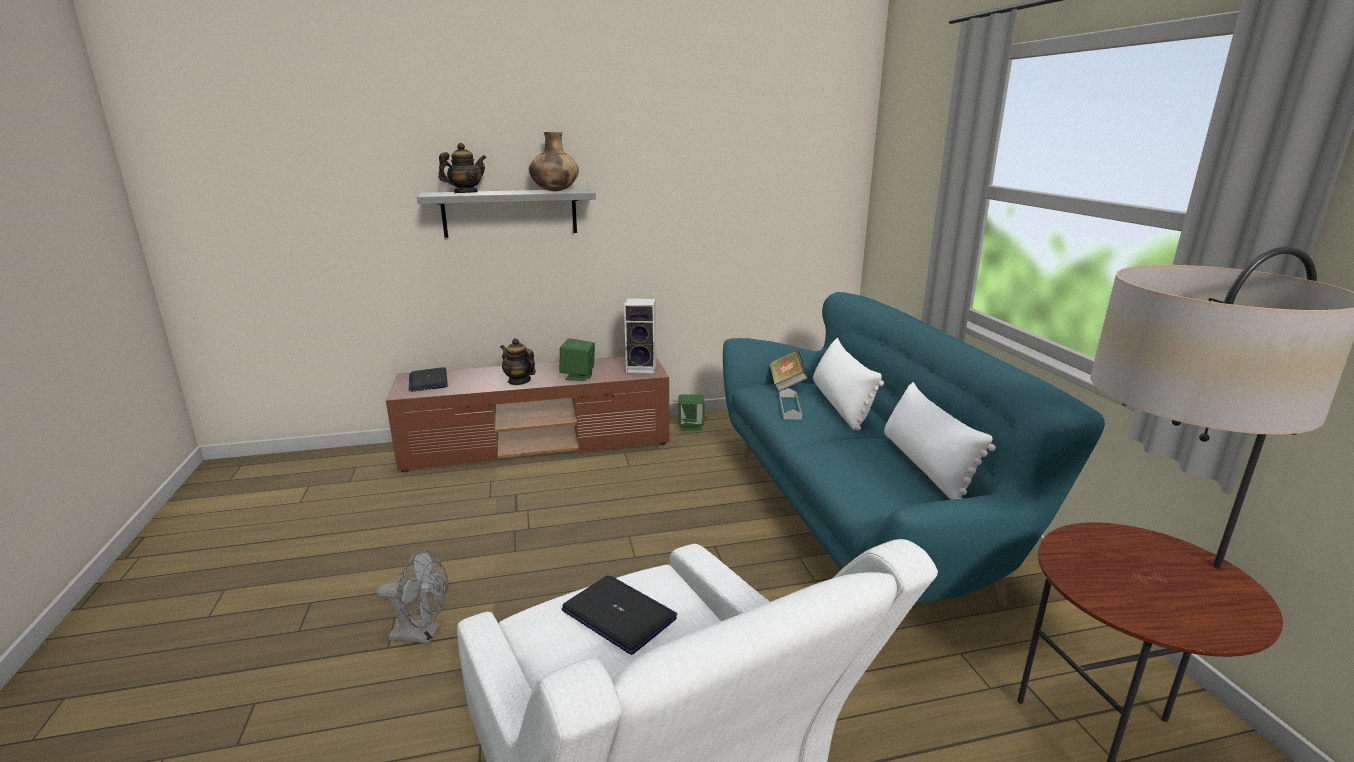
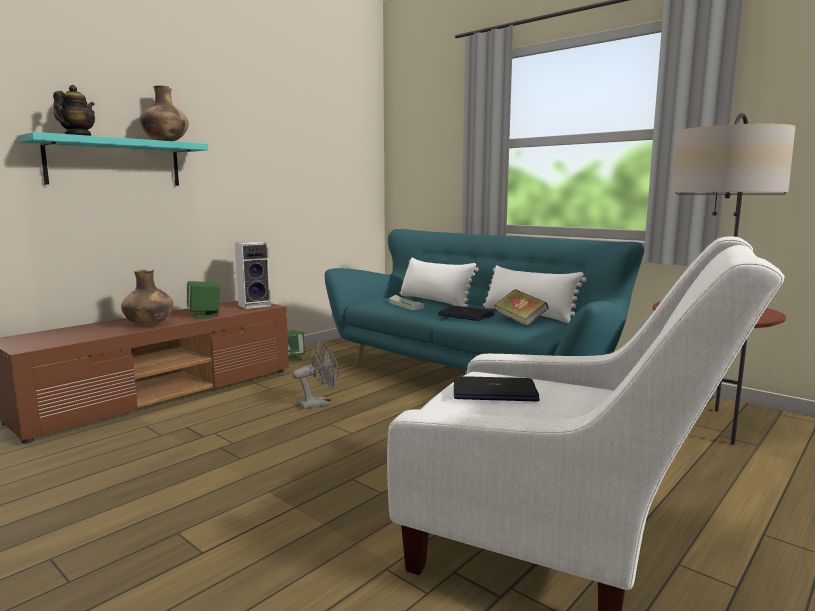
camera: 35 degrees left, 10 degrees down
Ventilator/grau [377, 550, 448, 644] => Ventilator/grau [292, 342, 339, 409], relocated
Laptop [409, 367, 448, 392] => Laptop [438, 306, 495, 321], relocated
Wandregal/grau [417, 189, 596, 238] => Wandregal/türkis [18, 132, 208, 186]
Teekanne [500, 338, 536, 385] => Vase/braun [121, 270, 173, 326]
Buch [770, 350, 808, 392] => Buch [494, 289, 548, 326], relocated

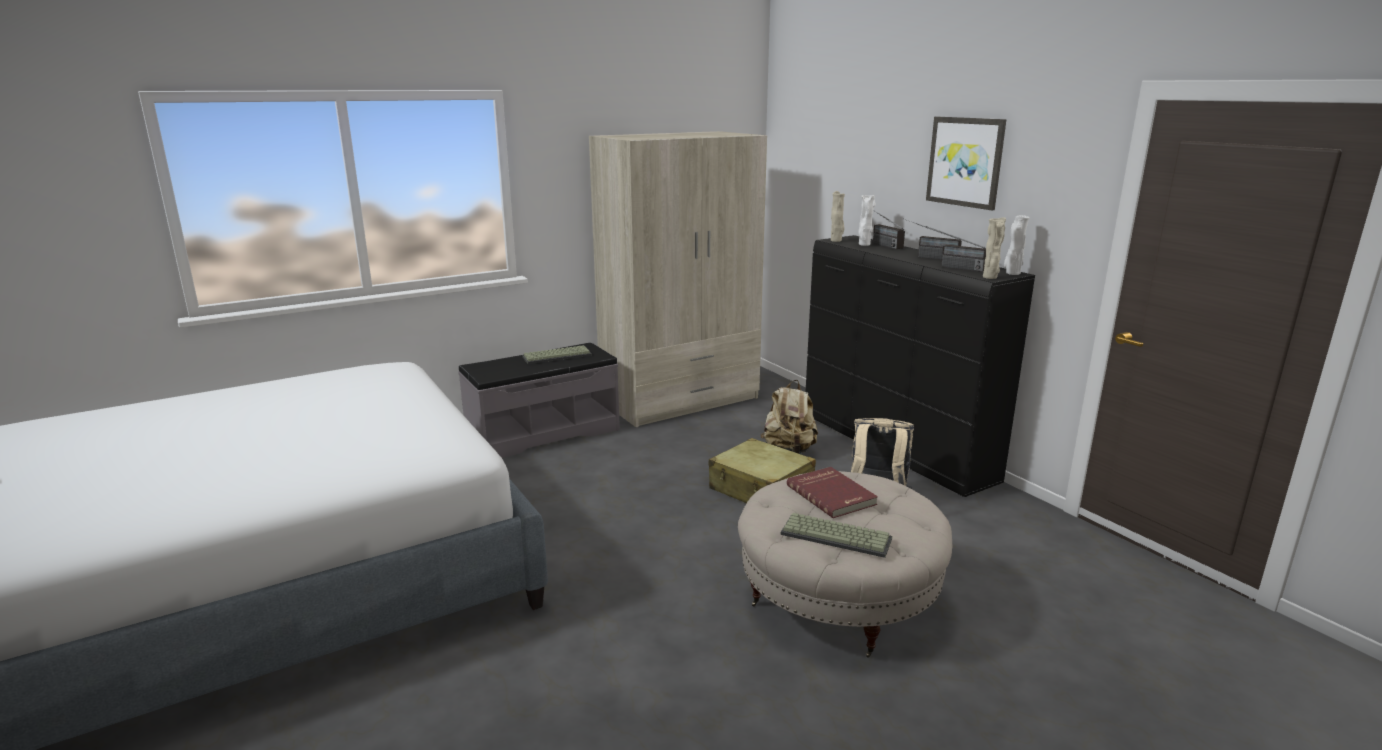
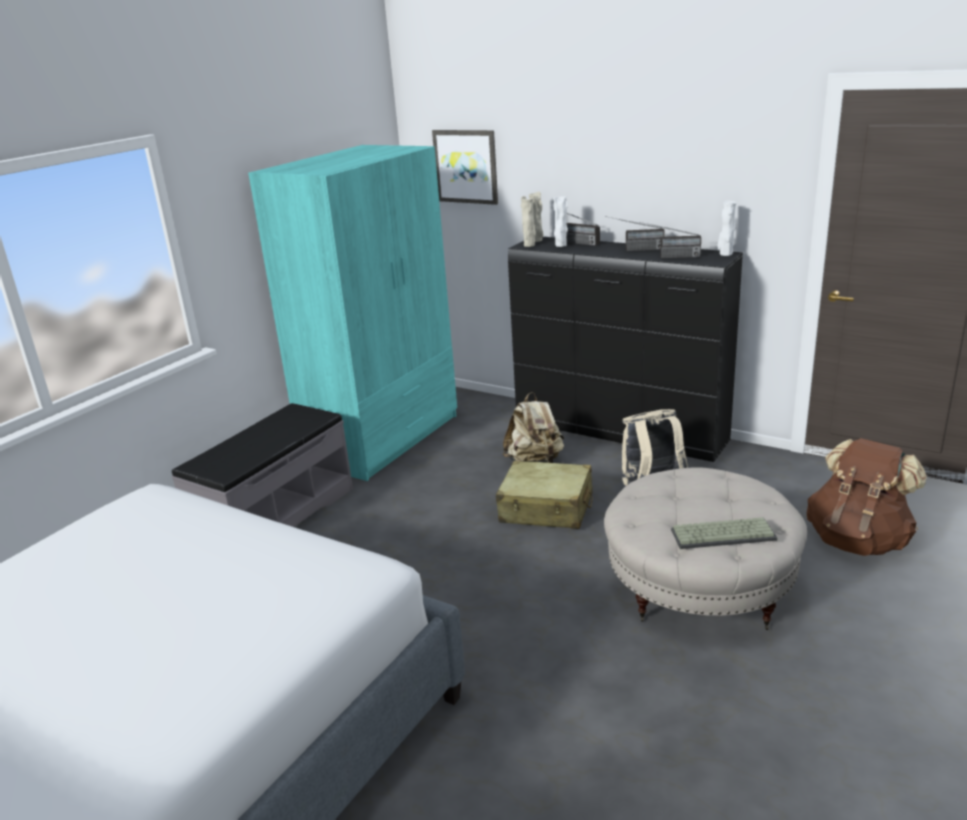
camera: 25 degrees left, 5 degrees up
Tastatur [522, 345, 592, 364] => nothing
Kleiderschrank/beige [589, 131, 767, 427] => Kleiderschrank/türkis [248, 145, 457, 481]
Buch/rot [787, 467, 878, 518] => nothing
Bild [926, 117, 1006, 211] => Bild [432, 130, 498, 205], relocated
Vase/beige [983, 217, 1006, 279] => Vase/beige [529, 192, 544, 242], relocated
nothing => Rucksack/braun [807, 438, 927, 556]

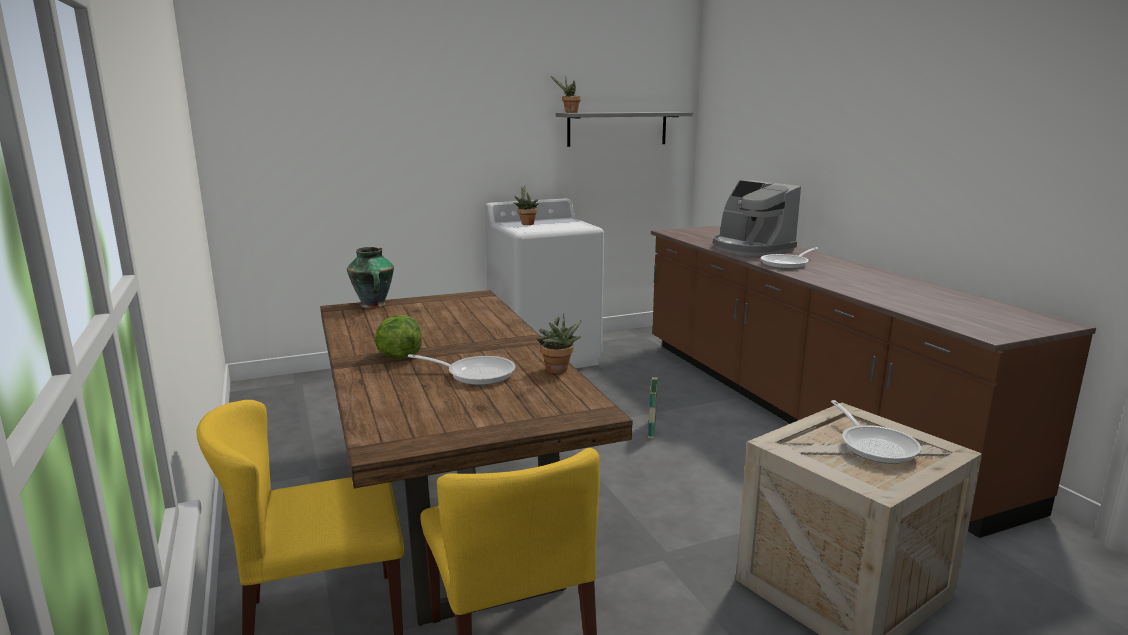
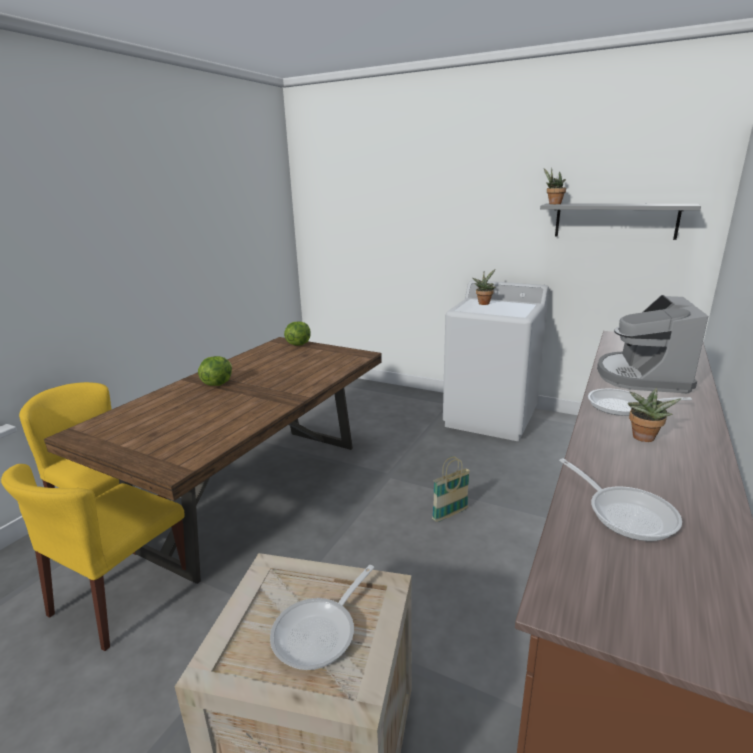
camera: 50 degrees right, 5 degrees up
Vase [347, 247, 394, 308] => Salatkopf [284, 321, 311, 346]
Pfanne [408, 354, 515, 385] => Pfanne [559, 458, 682, 541], relocated
Topfpflanze [537, 314, 582, 374] => Topfpflanze [628, 387, 681, 442], relocated

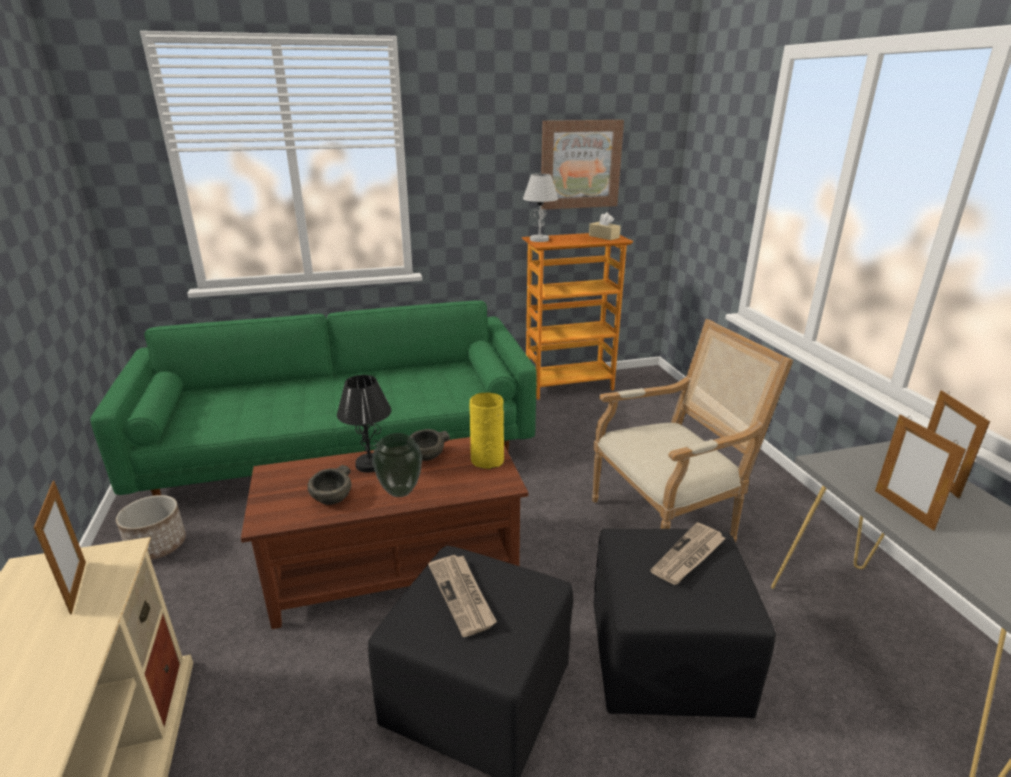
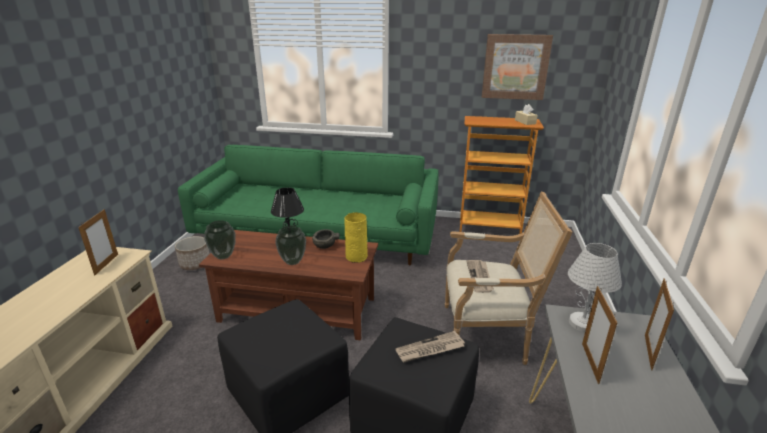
camera: 25 degrees right, 0 degrees up
Schüssel/grau [308, 465, 351, 505] => nothing
Zeitung [428, 555, 497, 637] => Zeitung [466, 260, 494, 293], relocated
Tischlampe/weiß [523, 174, 558, 242] => Tischlampe/weiß [568, 243, 622, 332], relocated
nothing => Vase [204, 220, 236, 259]

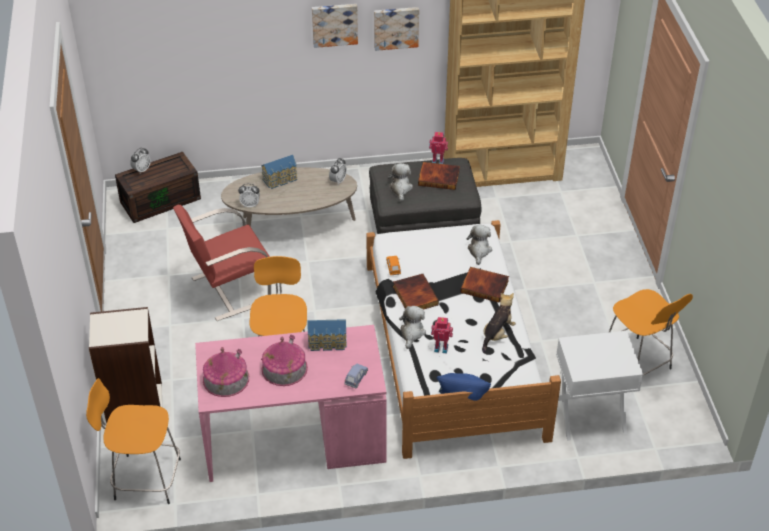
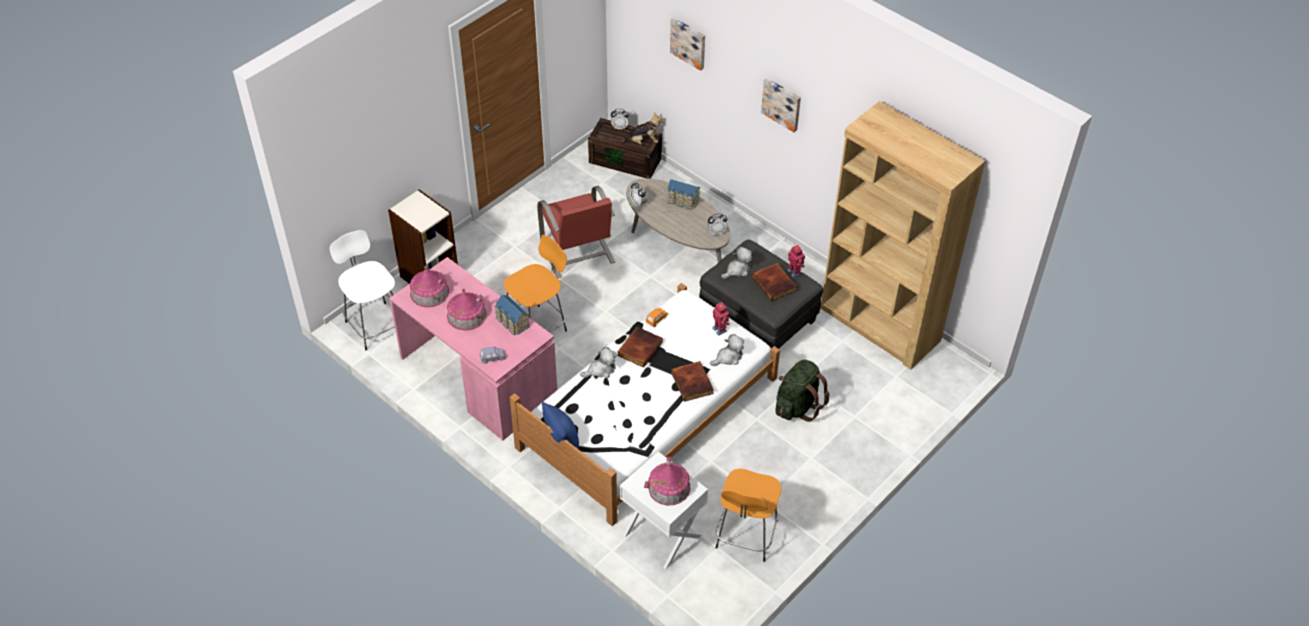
camera: 50 degrees right, 5 degrees up
Hocker/orange [86, 378, 181, 504] => Hocker/weiß [330, 230, 395, 350]
Stuhl/rot [173, 205, 271, 321] => Stuhl/rot [537, 186, 615, 278], 135 degrees counterclockwise
Bild [374, 7, 419, 51] => Bild [670, 17, 705, 71], relocated
Spielzeugroboter [431, 317, 453, 354] => Spielzeugroboter [713, 302, 730, 336], relocated
Plüschtier [483, 293, 516, 353] => Plüschtier [620, 112, 664, 144], relocated
nothing => Spielzeughaus [644, 456, 690, 505]
nothing => Rucksack/grün [775, 359, 829, 422]

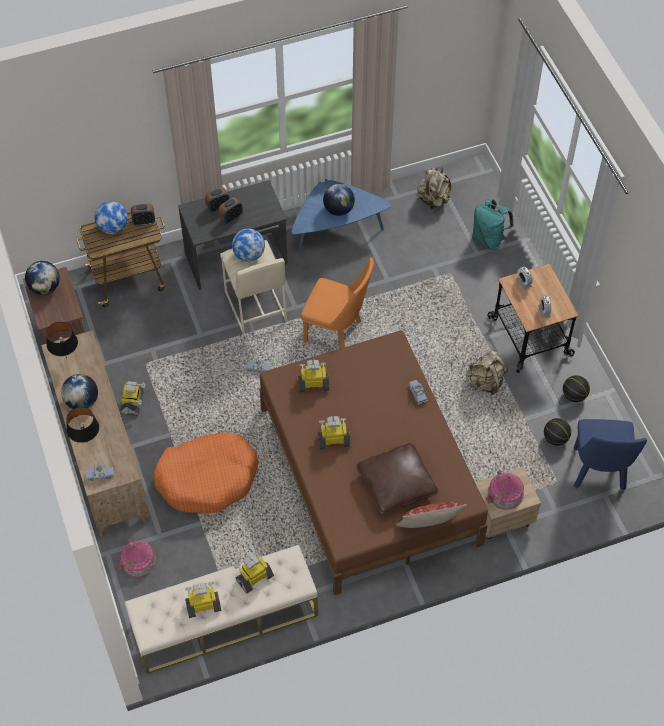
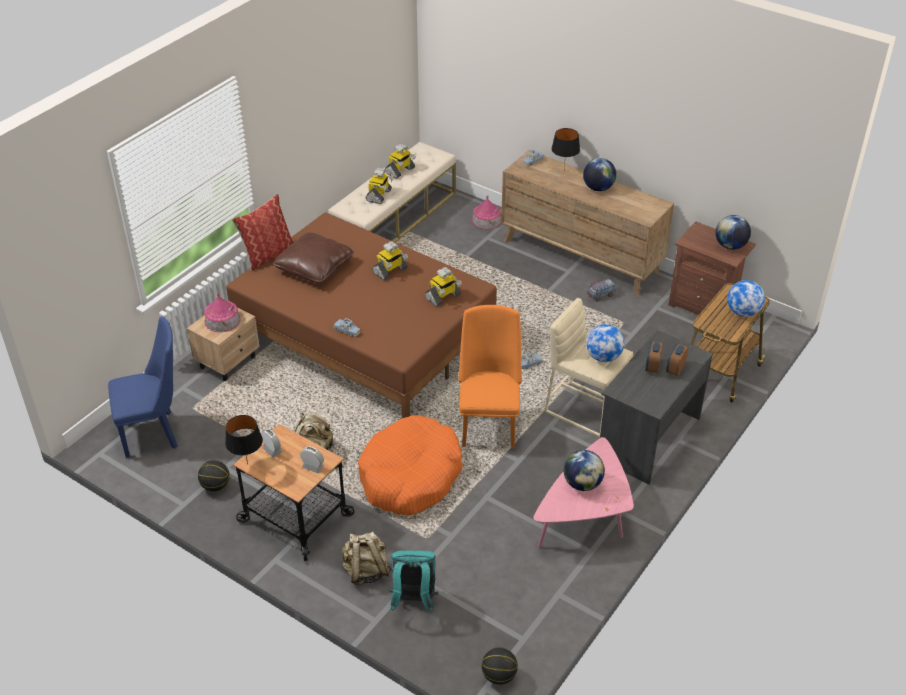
camera: 145 degrees right, 15 degrees down
Tischlampe/schwarz [46, 322, 78, 359] => Tischlampe/schwarz [225, 415, 263, 464], relocated
Spielzeugroboter [120, 381, 145, 415] => Spielzeuglaster [587, 278, 615, 302]
Wecker [131, 204, 155, 226] => nothing
Hundebett/orange [153, 433, 258, 513] => Hundebett/orange [358, 415, 463, 515], relocated
Couchtisch/blau [291, 179, 391, 254] => Couchtisch/rosa [533, 437, 634, 548]
Stuhl/orange [301, 258, 374, 349] => Stuhl/orange [458, 305, 522, 448], 105 degrees clockwise
Rucksack/beige [417, 167, 451, 209] => Rucksack/beige [341, 532, 391, 585], relocated
Basketball [544, 418, 571, 446] => Basketball [482, 647, 518, 685], relocated
Stuhl/blau [574, 419, 647, 491] => Stuhl/blau [108, 316, 178, 458], 105 degrees clockwise

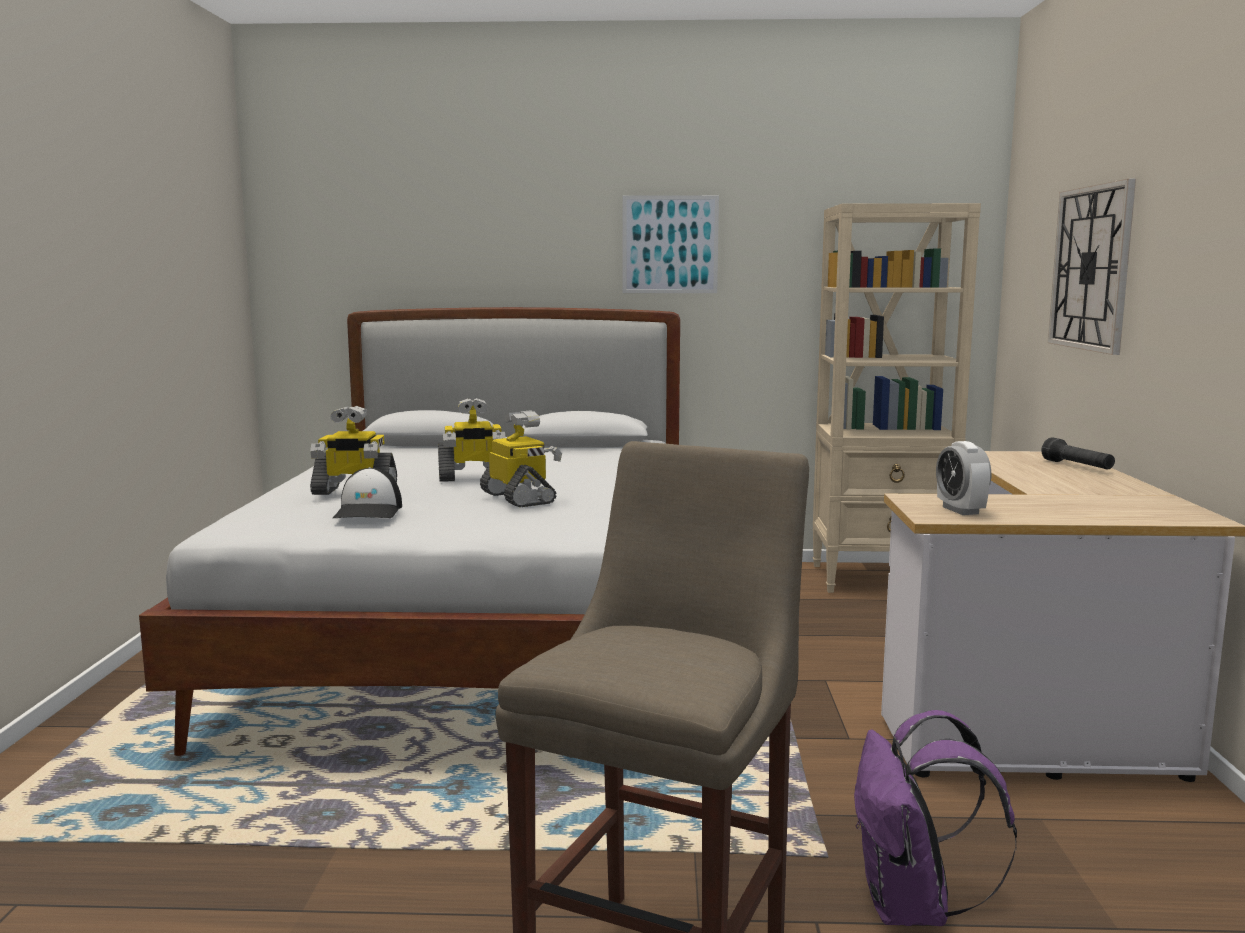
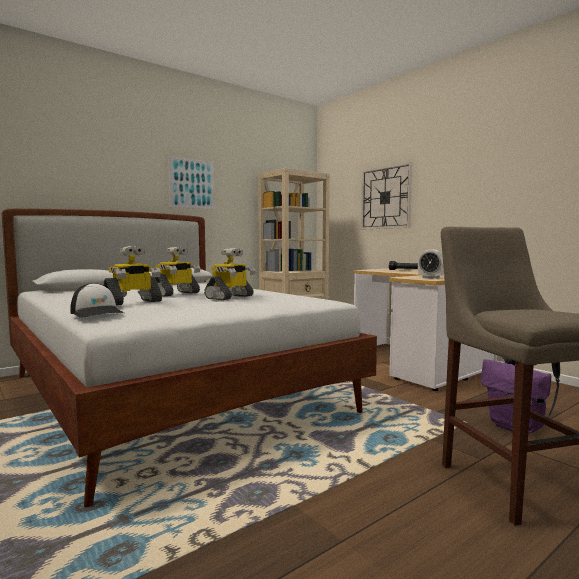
camera: 40 degrees left, 5 degrees down
Kappe [333, 467, 402, 518] => Kappe [70, 283, 124, 318], relocated
Spielzeugroboter [480, 410, 562, 507] => Spielzeugroboter [204, 248, 256, 300], 105 degrees clockwise

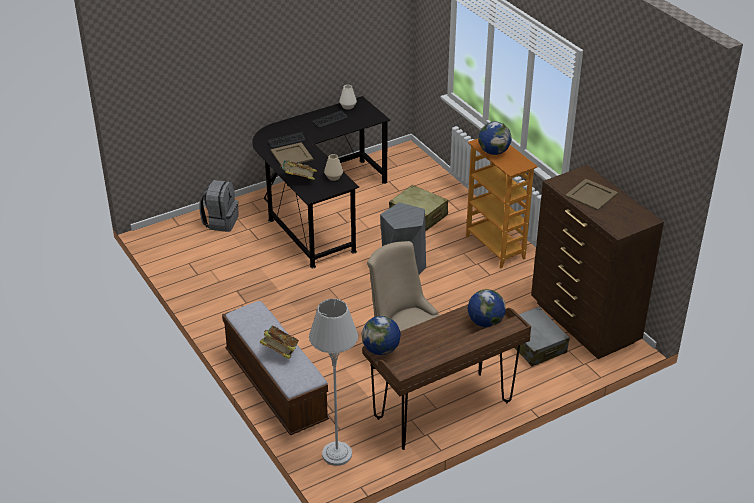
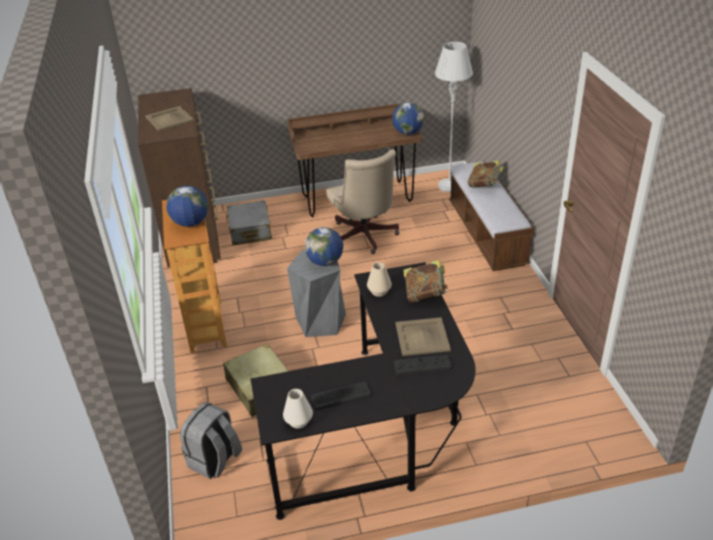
camera: 160 degrees left, 0 degrees up
Rucksack/grau [199, 180, 238, 232] => Rucksack/grau [180, 402, 242, 479], relocated
Globus [468, 289, 506, 327] => Globus [305, 227, 343, 266], relocated

